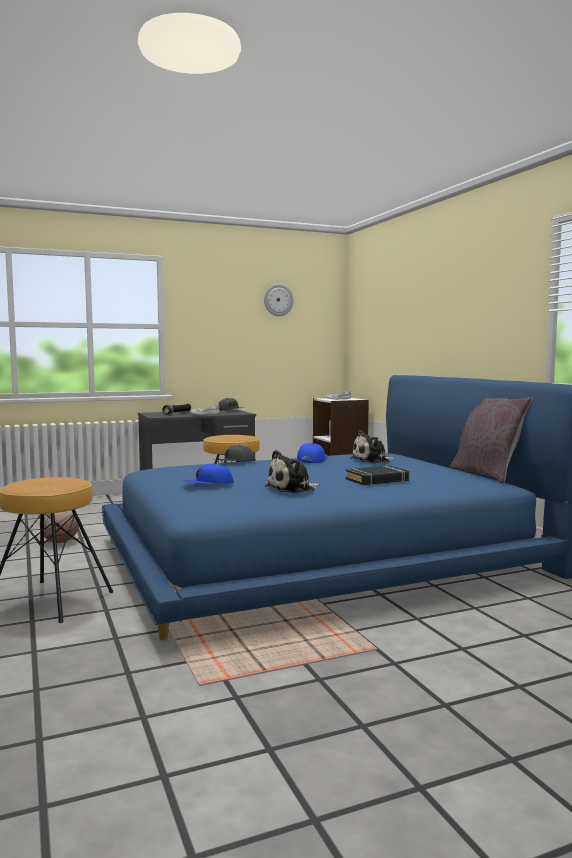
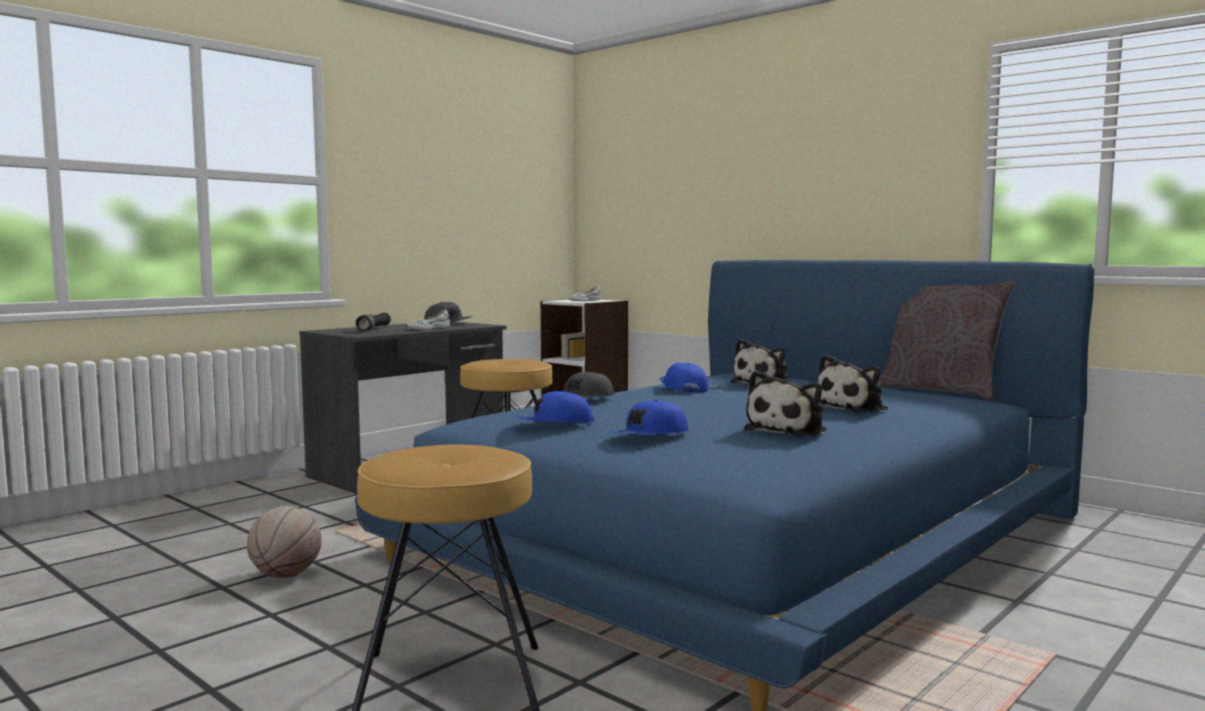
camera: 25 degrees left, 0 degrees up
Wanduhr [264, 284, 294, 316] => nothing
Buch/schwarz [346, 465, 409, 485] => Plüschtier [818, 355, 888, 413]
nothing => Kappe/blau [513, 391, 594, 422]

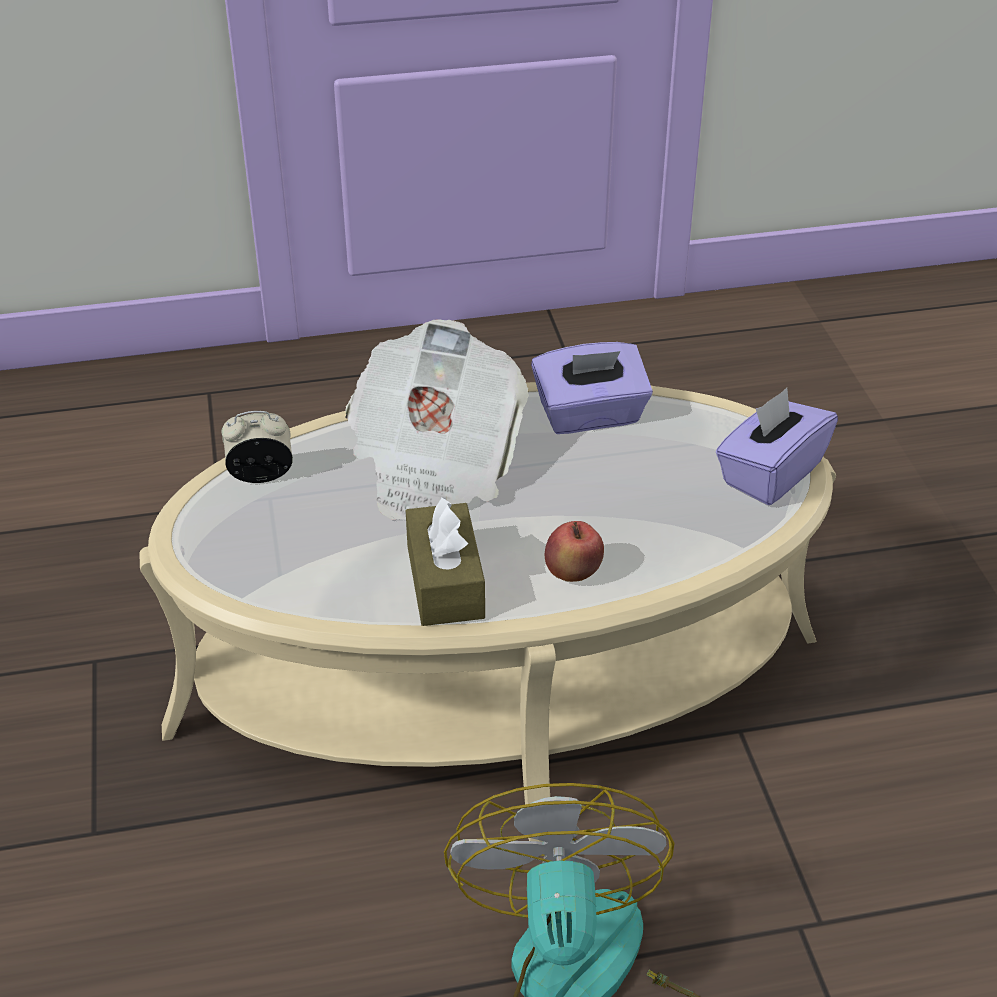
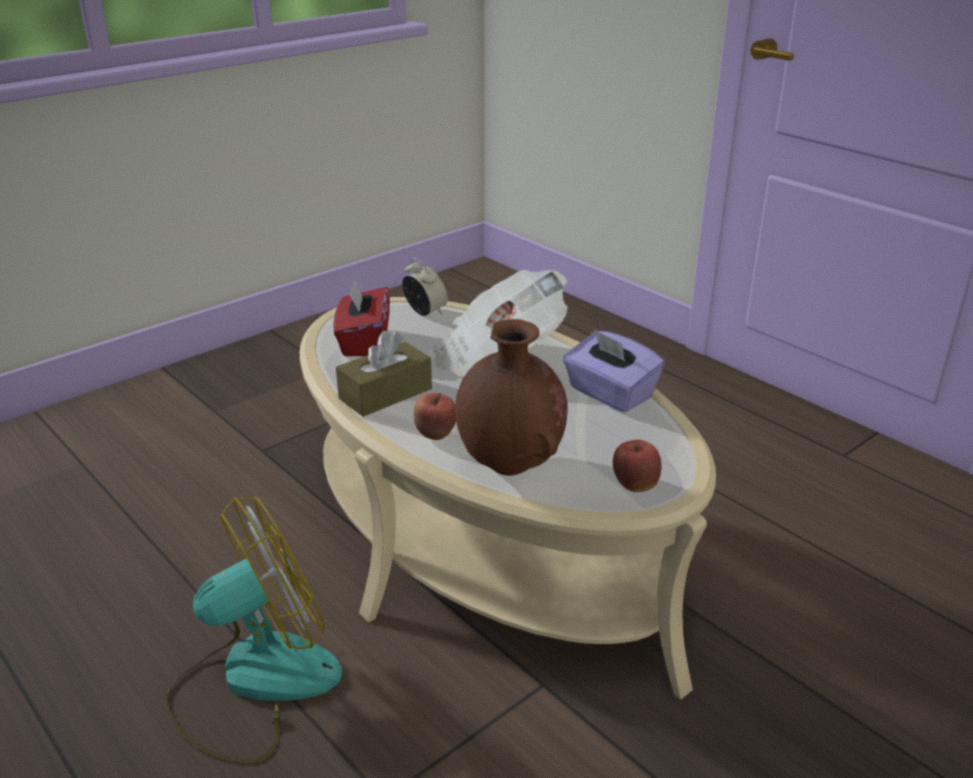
camera: 60 degrees right, 10 degrees down
Taschentuchbox/lila [716, 388, 838, 505] => Apfel [613, 440, 662, 492]
nothing => Taschentuchbox/rot [333, 279, 390, 356]
nothing => Vase/braun [455, 319, 568, 476]

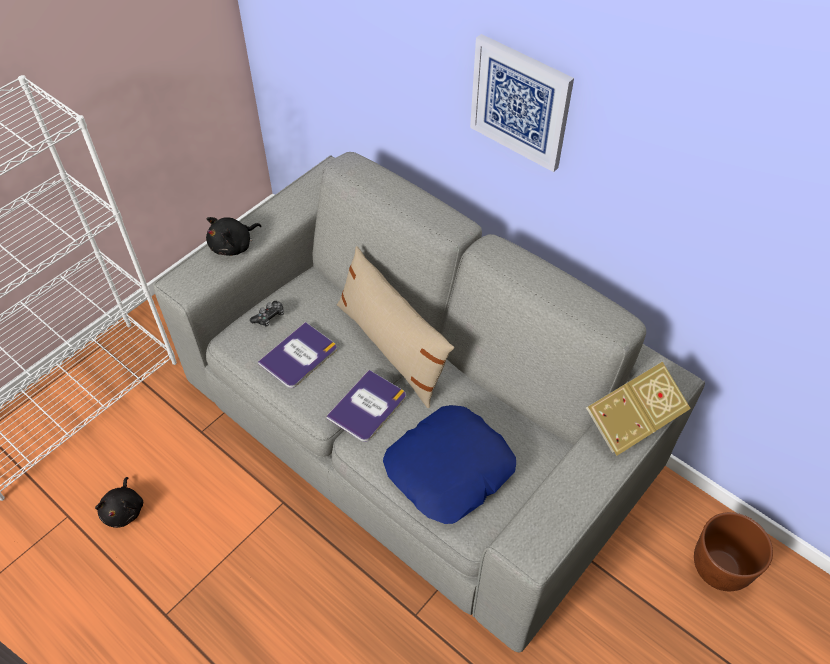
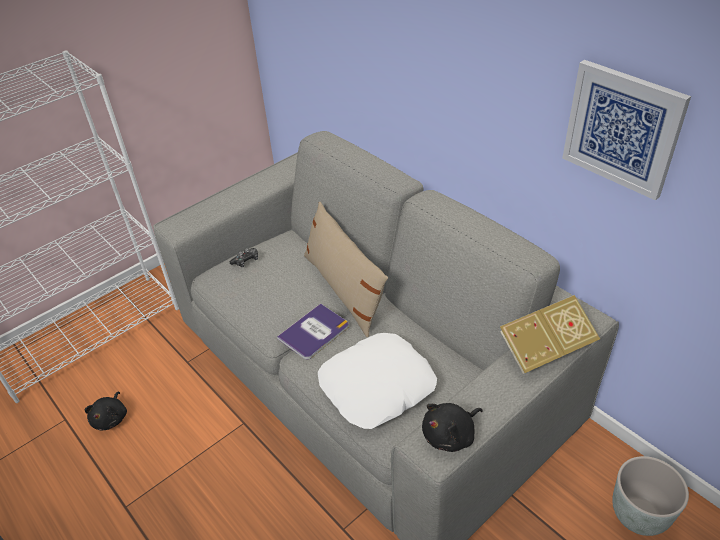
camera: 10 degrees right, 10 degrees down
Plüschtier/schwarz [206, 217, 261, 256] => Plüschtier/schwarz [422, 403, 483, 452], relocated
Buch [258, 322, 337, 388] => nothing
Kissen/blau [383, 405, 516, 524] => Kissen/weiß [318, 333, 437, 429]
Bild [470, 34, 574, 172] => Bild [562, 60, 691, 201], relocated
Pflanzkübel/braun [694, 512, 773, 591] => Pflanzkübel/grau [612, 456, 689, 536]

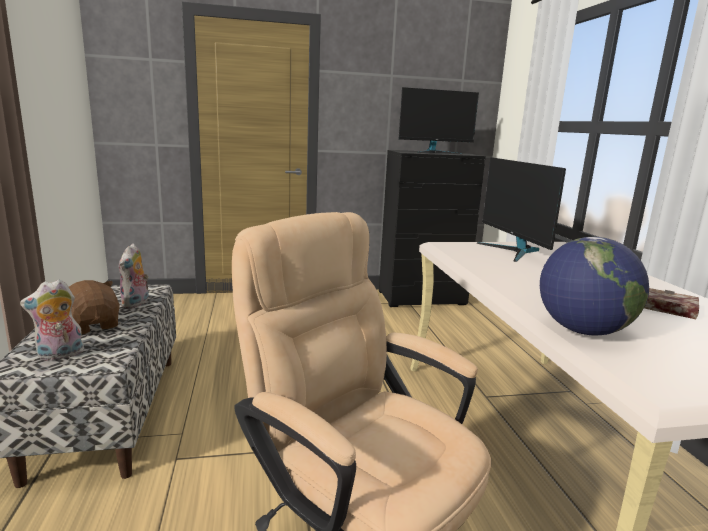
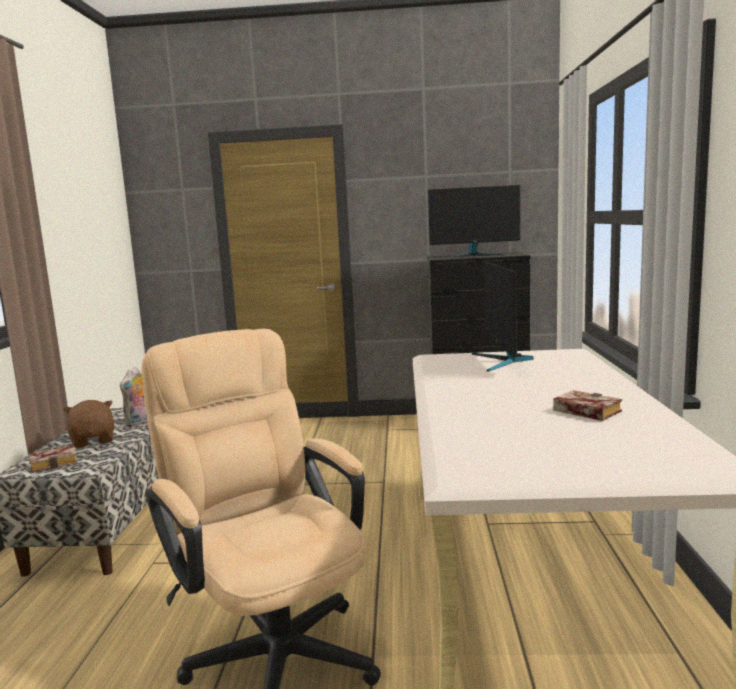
camera: 15 degrees right, 5 degrees down
Plüschtier [20, 279, 85, 361] => Buch [29, 445, 77, 472]
Globus [540, 237, 649, 336] => nothing

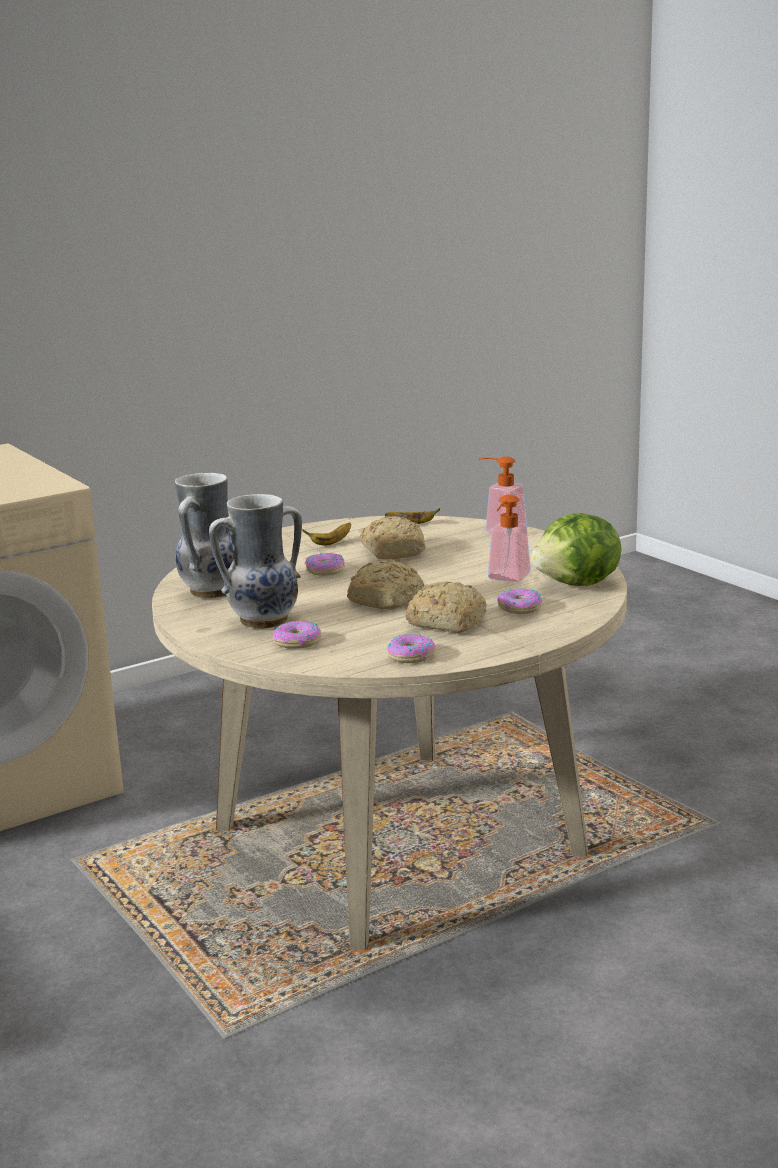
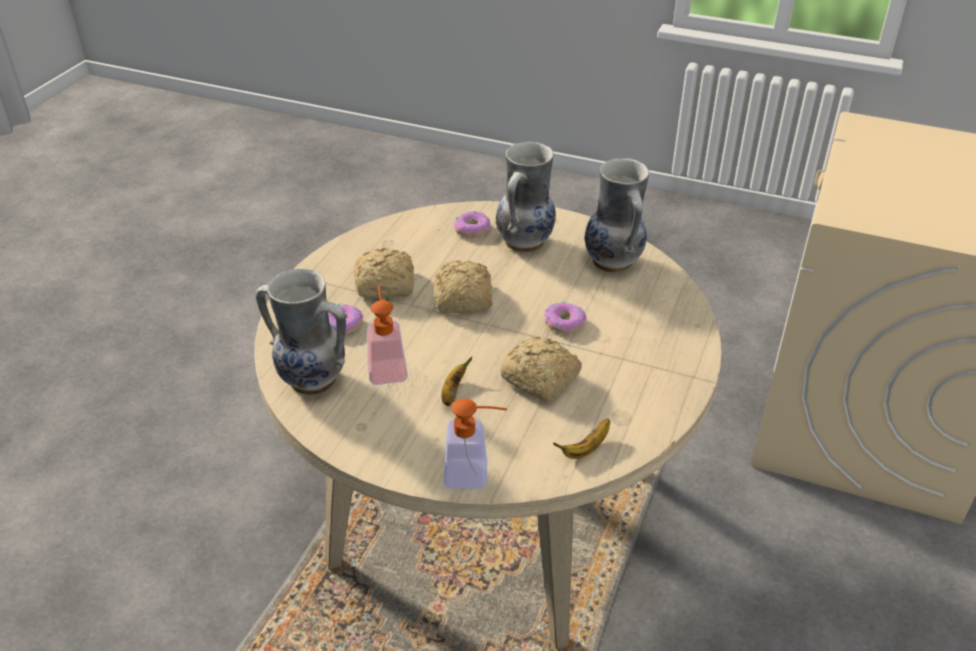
camera: 145 degrees right, 20 degrees up
Banane [302, 522, 351, 546] => Banane [442, 356, 472, 406], relocated
Donut [387, 634, 435, 663] => nothing
Salatkopf [531, 513, 621, 586] => Vase [256, 269, 346, 395]

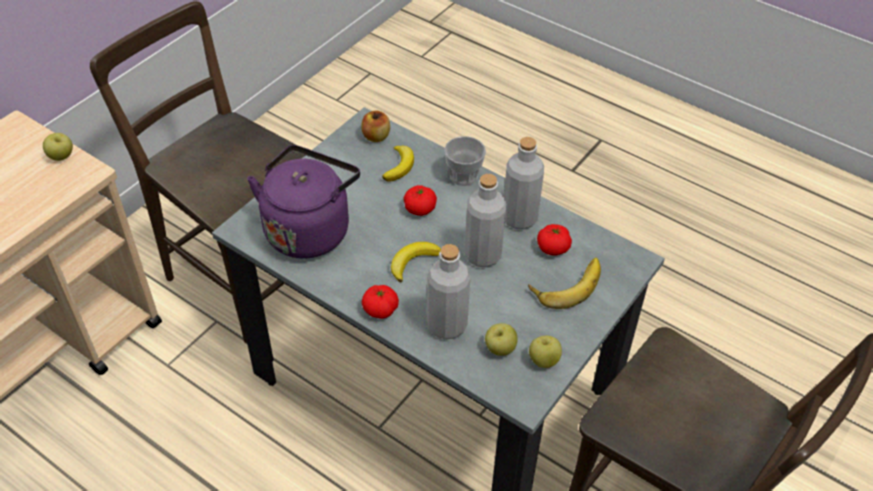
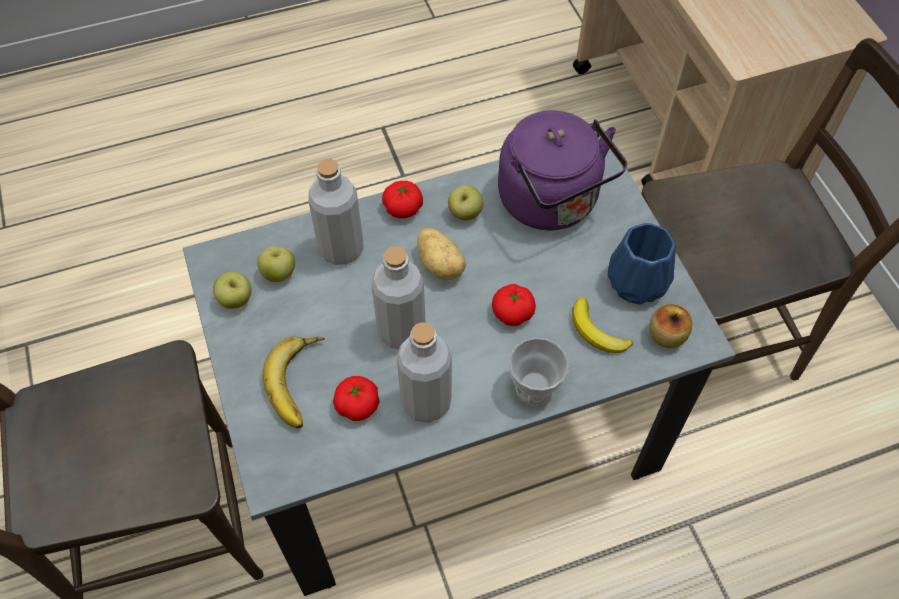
camera: 125 degrees right, 10 degrees up
Apfel [43, 133, 73, 161] => Apfel [448, 185, 484, 220], relocated
Banane [391, 242, 441, 282] => Kartoffel [417, 228, 466, 280]
nothing => Vase/blau [608, 223, 676, 304]

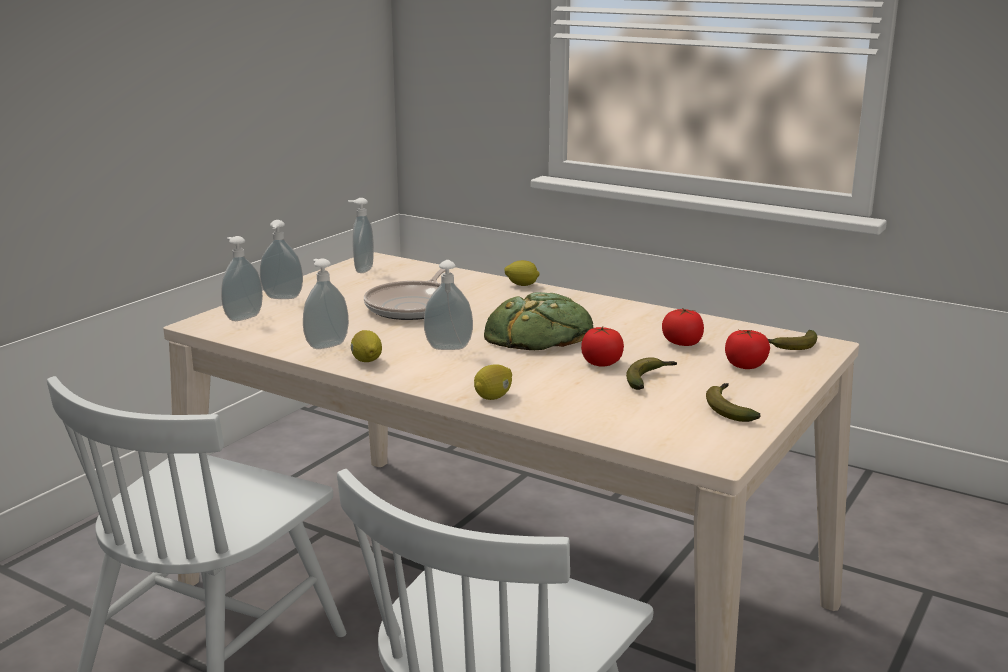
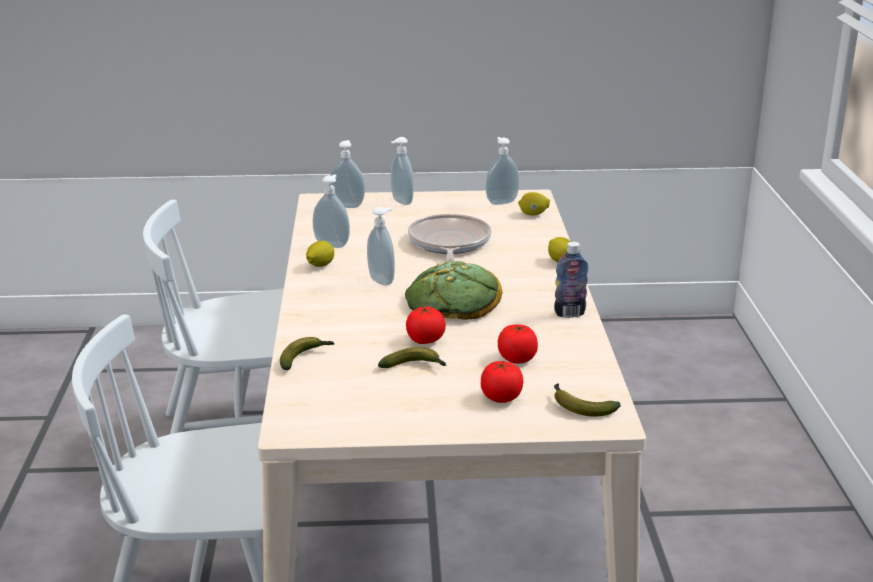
camera: 55 degrees right, 5 degrees up
Pfanne [364, 269, 445, 320] => Pfanne [408, 214, 492, 262], 105 degrees clockwise
Zitrone [474, 364, 512, 400] => Zitrone [518, 192, 550, 216], relocated
Banane [706, 383, 761, 422] => Banane [280, 337, 334, 370], relocated
nothing => Flasche [554, 242, 589, 318]

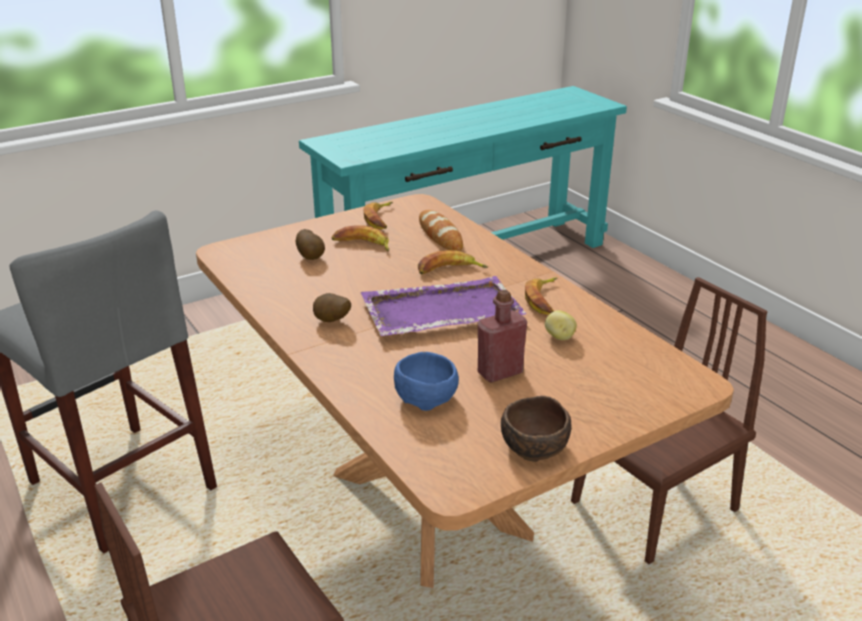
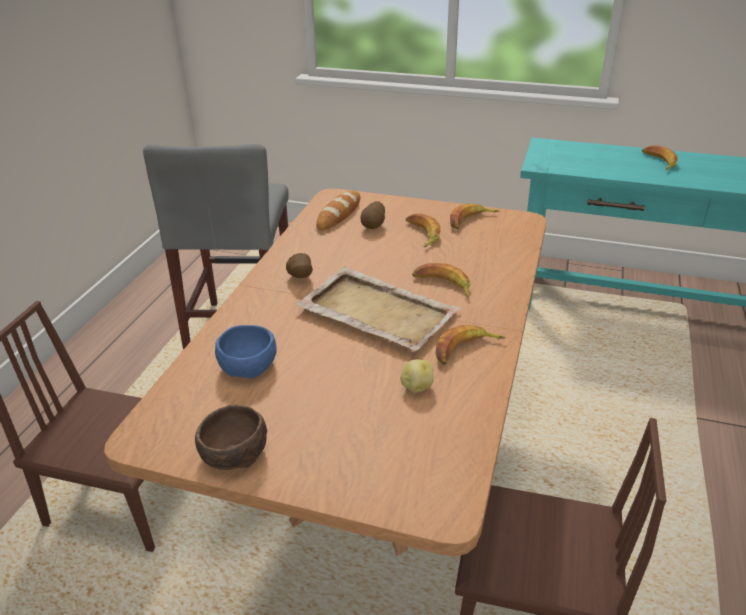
camera: 50 degrees right, 5 degrees up
Tablett/lila [361, 276, 526, 336] => Tablett/beige [295, 267, 461, 351]
Brot [419, 210, 463, 251] => Brot [316, 191, 360, 230], relocated
Flasche/rot [478, 290, 527, 382] => nothing
nothing => Banane [642, 145, 678, 170]

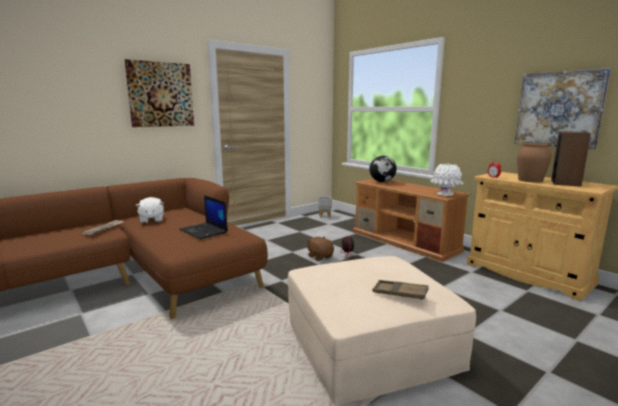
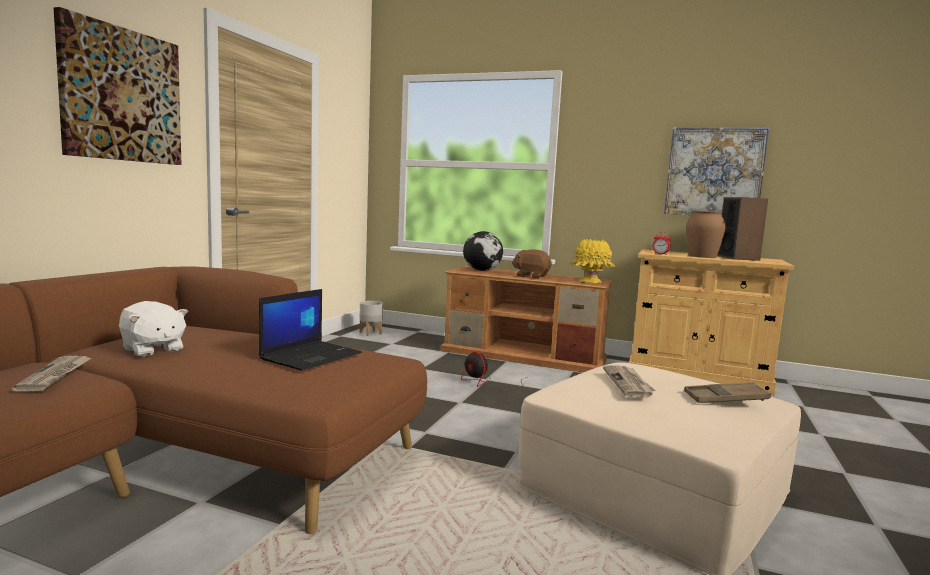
camera: 30 degrees left, 5 degrees down
Laptop [179, 195, 228, 239] => Laptop [259, 289, 362, 371], 75 degrees counterclockwise
Plüschtier/braun [306, 237, 334, 261] => Plüschtier/braun [512, 249, 551, 279], relocated
Vase/weiß [430, 163, 464, 196] => Vase/gelb [570, 239, 615, 283]
nothing => Zeitung [603, 365, 655, 398]

